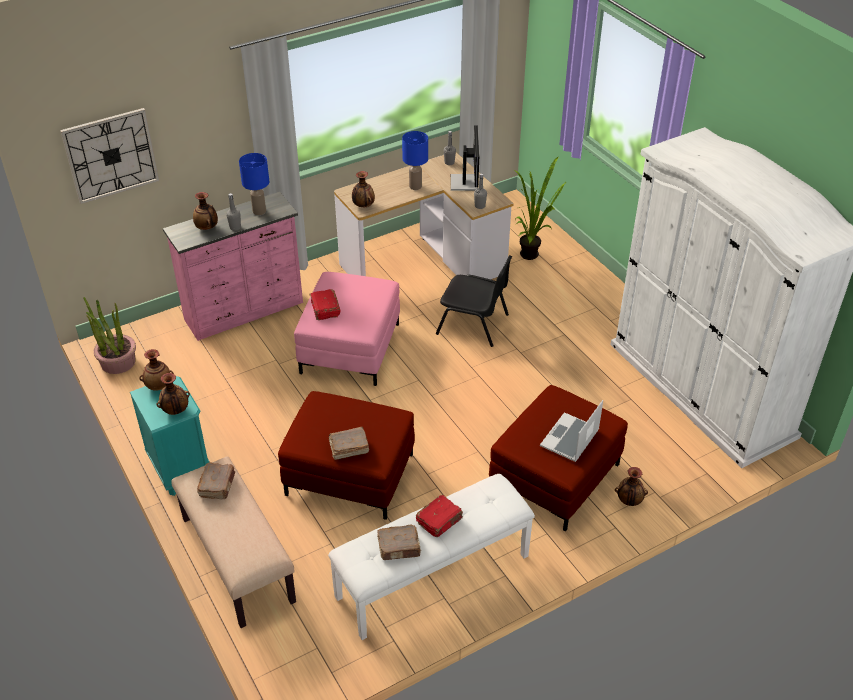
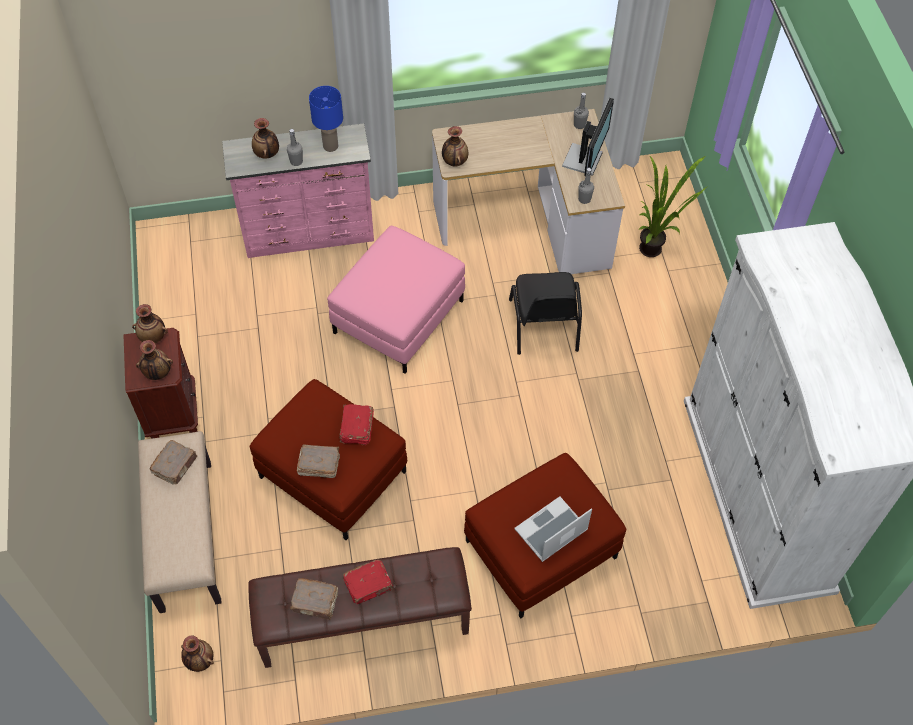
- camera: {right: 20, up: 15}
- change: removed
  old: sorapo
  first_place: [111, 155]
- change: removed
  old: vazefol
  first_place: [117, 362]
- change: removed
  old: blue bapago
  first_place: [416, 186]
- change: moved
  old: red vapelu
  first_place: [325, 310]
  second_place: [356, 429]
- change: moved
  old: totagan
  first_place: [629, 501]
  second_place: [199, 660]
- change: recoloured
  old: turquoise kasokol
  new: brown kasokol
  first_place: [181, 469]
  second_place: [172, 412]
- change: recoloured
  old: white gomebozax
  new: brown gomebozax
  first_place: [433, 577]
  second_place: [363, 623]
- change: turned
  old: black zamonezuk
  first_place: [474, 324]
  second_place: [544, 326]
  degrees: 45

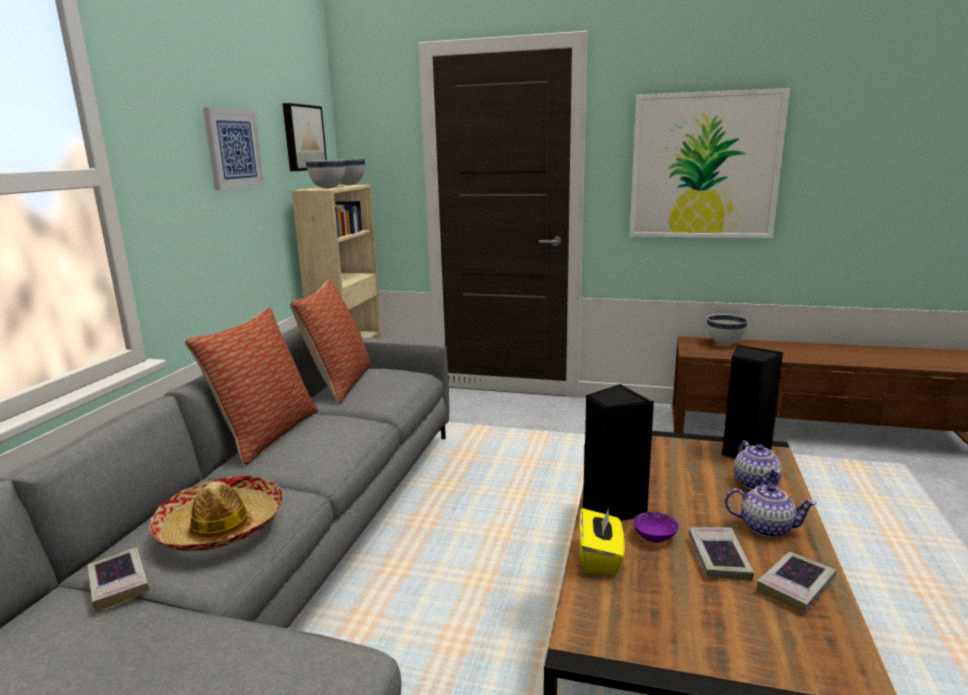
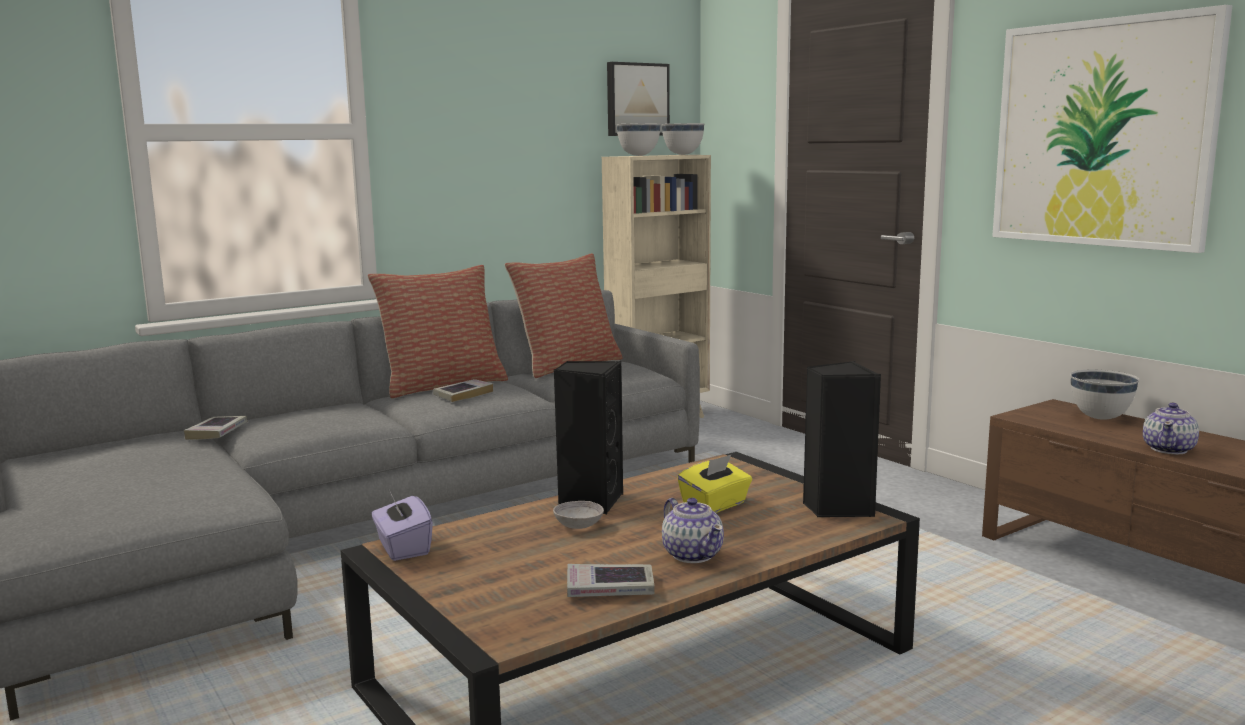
- camera: {right: 40, up: -5}
- change: removed
  old: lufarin
  first_place: [221, 526]
- change: removed
  old: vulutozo
  first_place: [233, 149]
- change: added
  new: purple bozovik
  second_place: [402, 548]
- change: moved
  old: yellow bozovik
  first_place: [600, 557]
  second_place: [715, 505]
- change: moved
  old: vapelu
  first_place: [718, 558]
  second_place: [463, 394]
- change: moved
  old: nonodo
  first_place: [755, 483]
  second_place: [1169, 449]
- change: recoloured
  old: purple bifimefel
  new: grey bifimefel
  first_place: [654, 537]
  second_place: [578, 526]

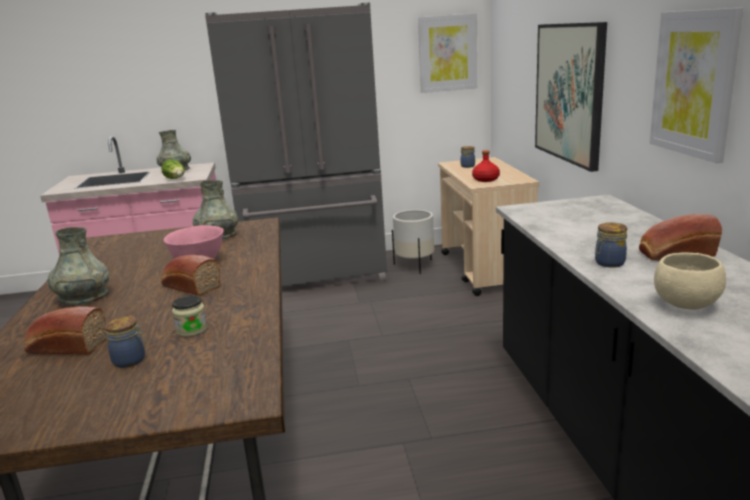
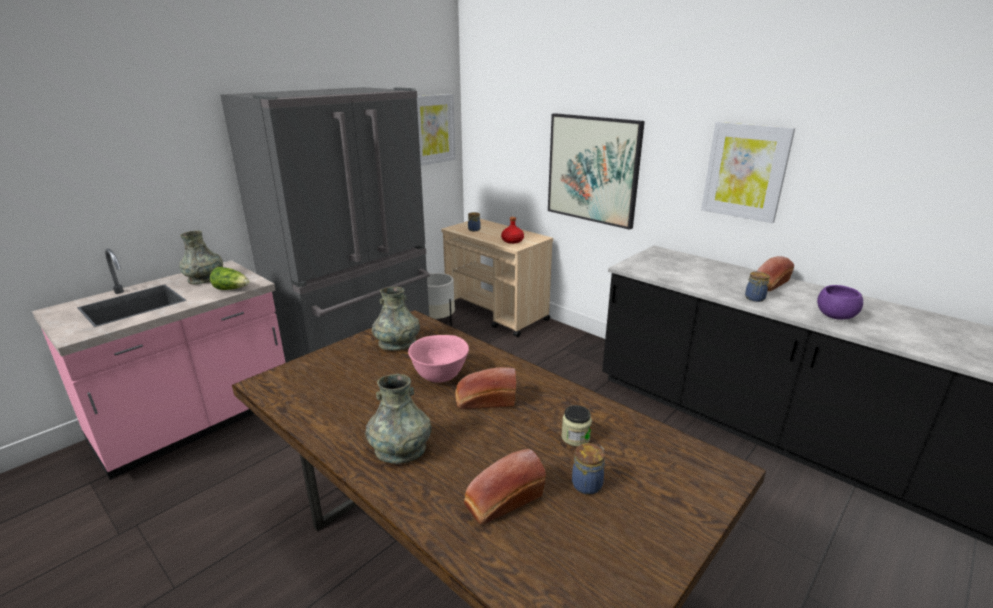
- camera: {right: -40, up: 5}
- change: recoloured
  old: beige bifimefel
  new: purple bifimefel
  first_place: [685, 305]
  second_place: [834, 317]

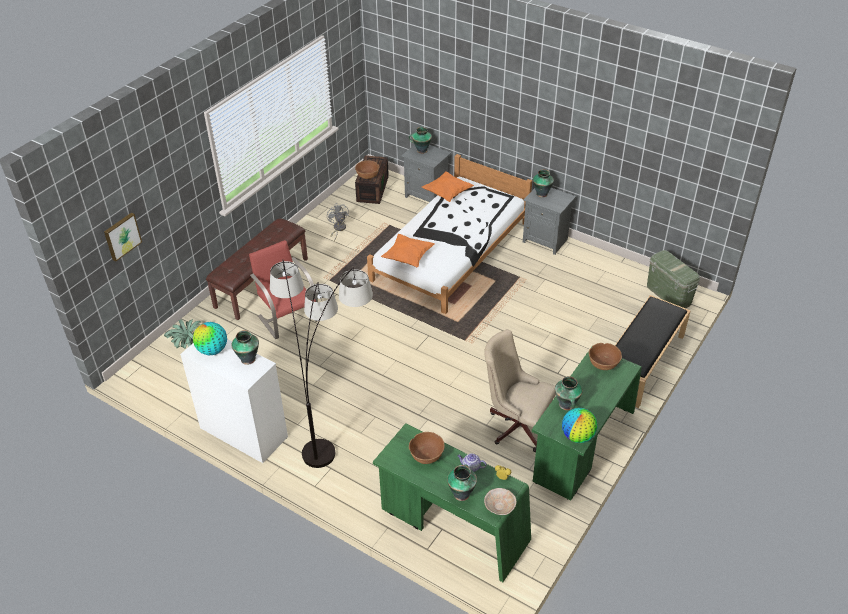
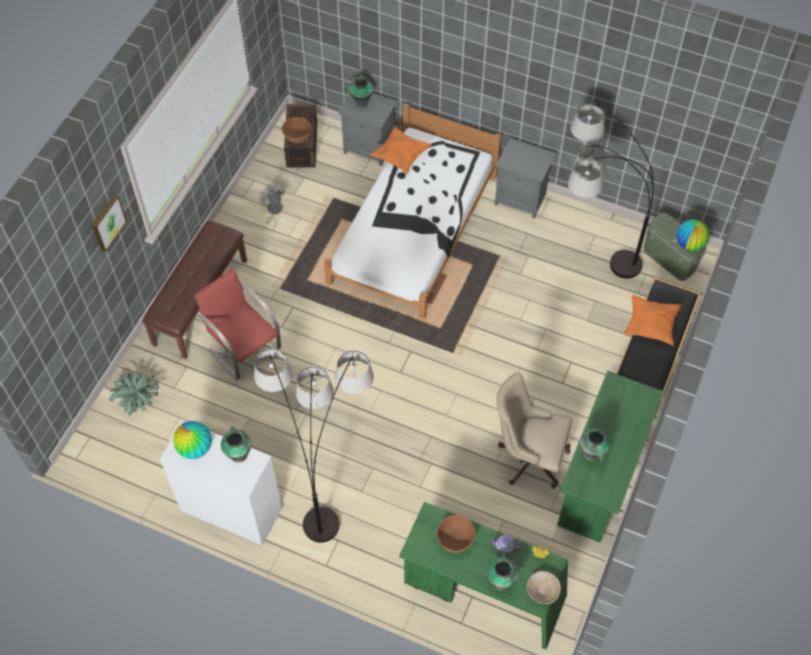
- camera: {right: -10, up: 15}
- change: removed
  old: totagan
  first_place: [542, 193]
- change: removed
  old: brown bifimefel
  first_place: [603, 364]
- change: added
  new: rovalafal
  second_place: [585, 262]
- change: moved
  old: vulutozo
  first_place: [122, 236]
  second_place: [107, 222]
- change: moved
  old: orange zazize
  first_place: [408, 257]
  second_place: [650, 325]
- change: moved
  old: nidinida
  first_place: [578, 436]
  second_place: [689, 244]

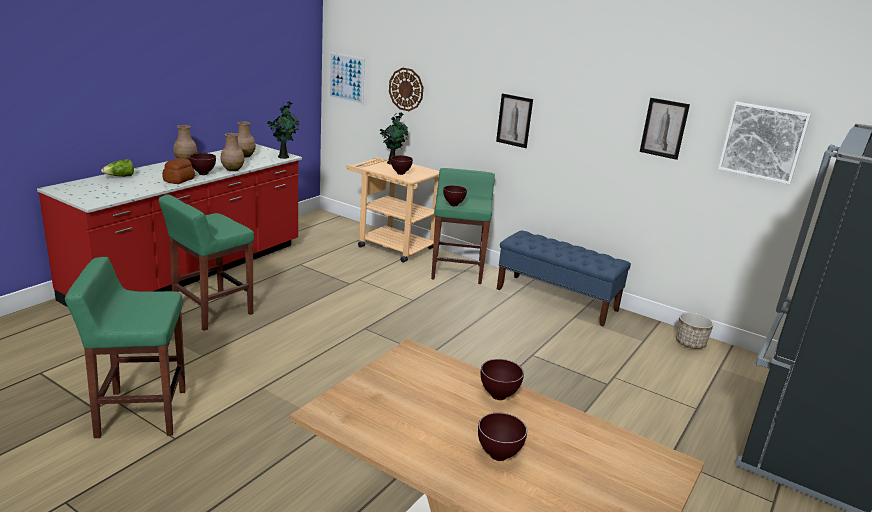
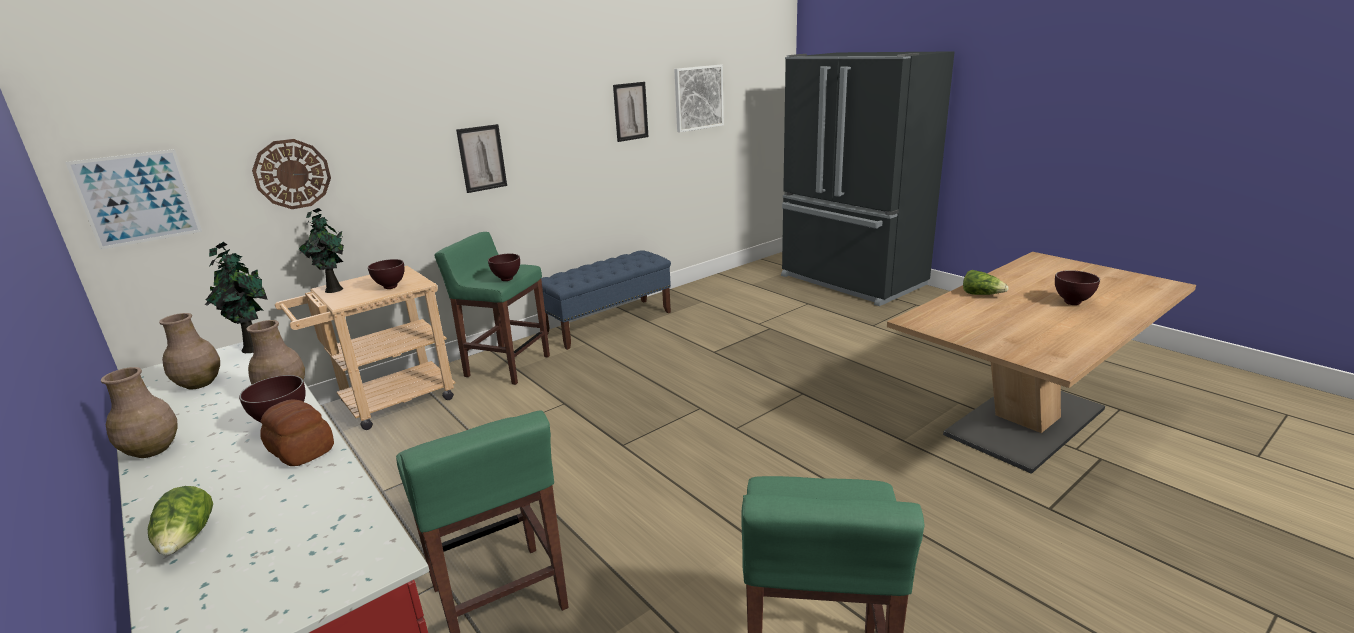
- camera: {right: -70, up: 0}
- change: removed
  old: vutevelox
  first_place: [690, 343]
- change: replaced
  old: brown bifimefel
  new: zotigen
  first_place: [499, 396]
  second_place: [981, 295]

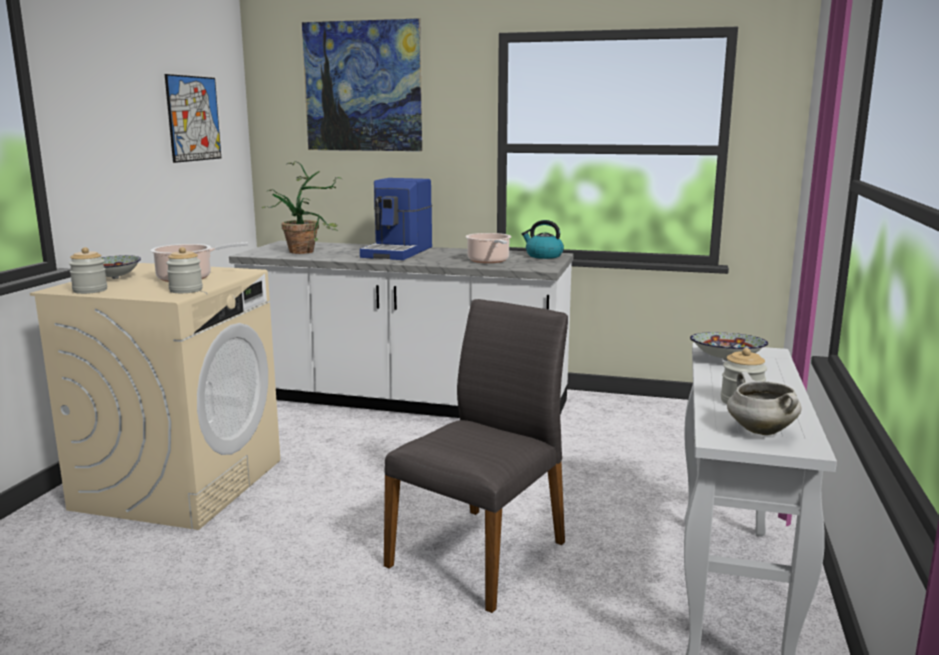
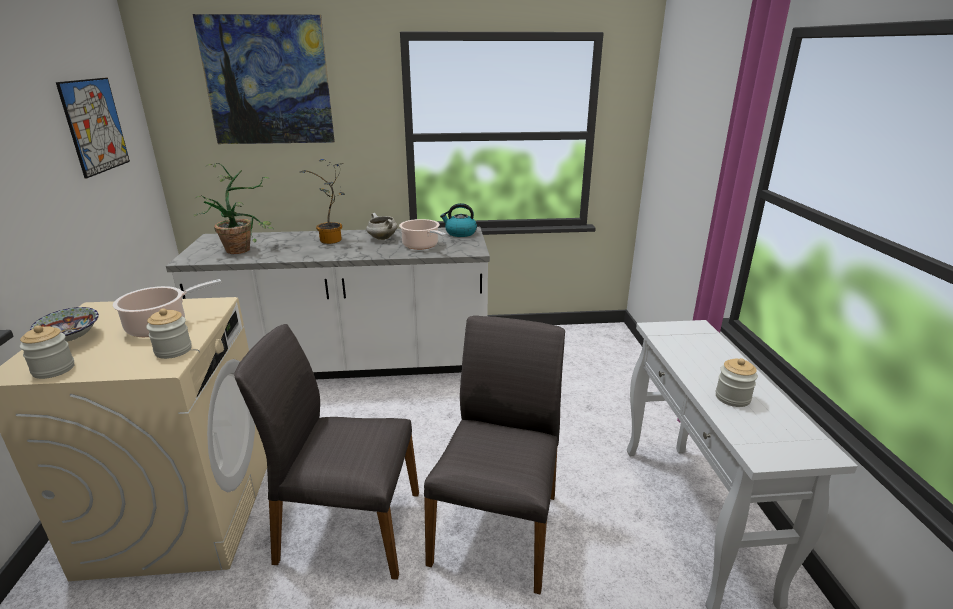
- camera: {right: -20, up: 10}
- change: removed
  old: bifimefel
  first_place: [726, 360]
- change: added
  new: grey zamonezuk
  second_place: [347, 527]
- change: moved
  old: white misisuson
  first_place: [759, 431]
  second_place: [382, 238]
- change: replaced
  old: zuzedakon
  new: vazefol
  first_place: [399, 252]
  second_place: [332, 241]

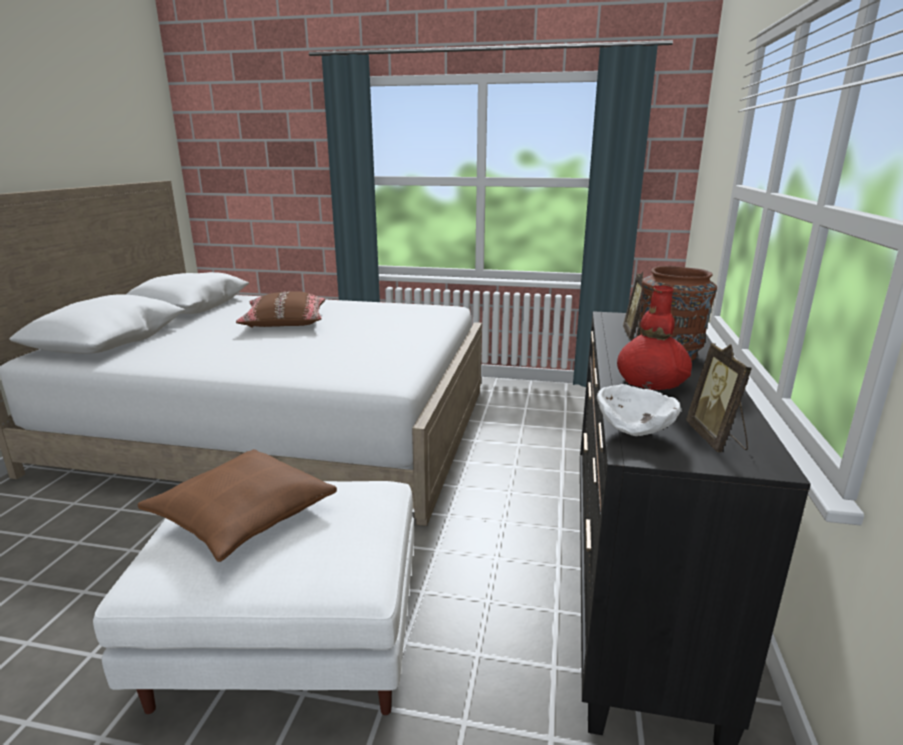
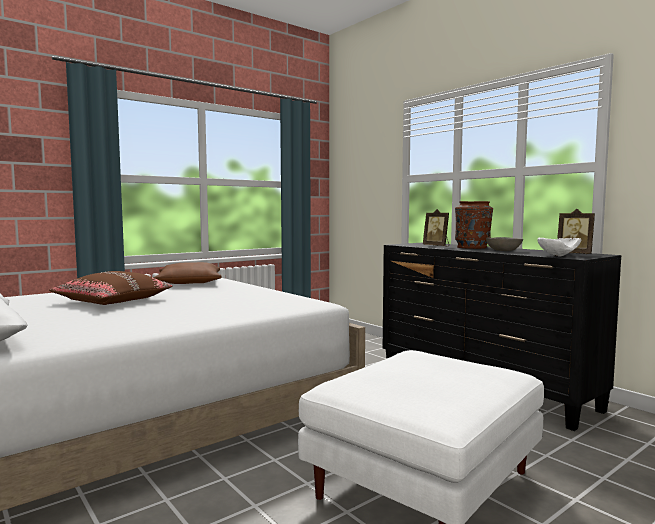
- camera: {right: -50, up: -15}
- change: moved
  old: brown zazize
  first_place: [241, 515]
  second_place: [189, 283]
- change: replaced
  old: red totagan
  new: grey bifimefel
  first_place: [650, 382]
  second_place: [503, 251]

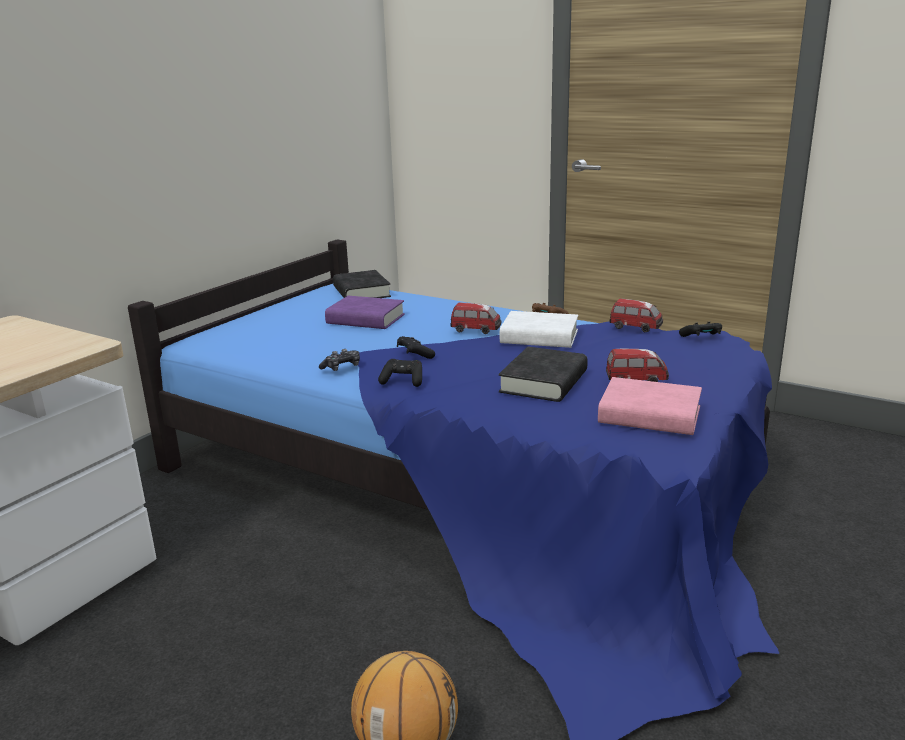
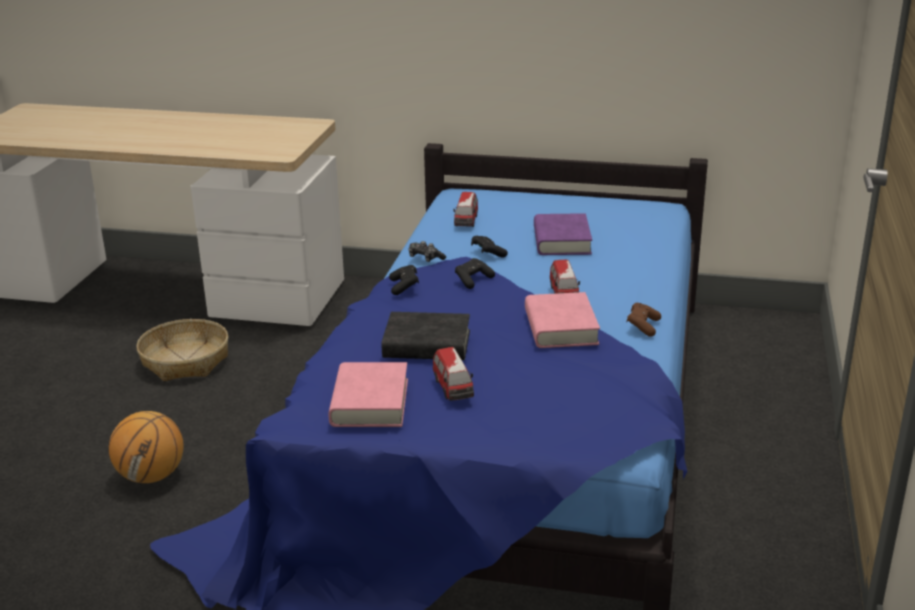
- camera: {right: 70, up: 5}
- change: removed
  old: black vapelu
  first_place: [361, 292]
- change: added
  new: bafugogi
  second_place: [185, 361]
- change: moved
  old: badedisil
  first_place: [636, 327]
  second_place: [466, 222]
- change: moved
  old: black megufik
  first_place: [701, 338]
  second_place: [488, 253]
- change: recoloured
  old: white vapelu
  new: pink vapelu
  first_place: [539, 337]
  second_place: [560, 327]

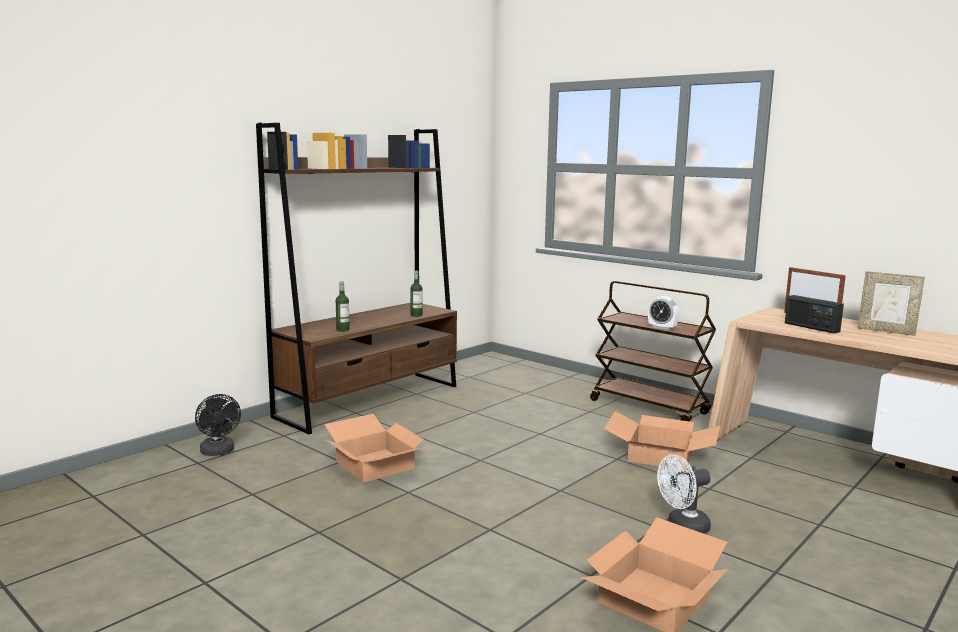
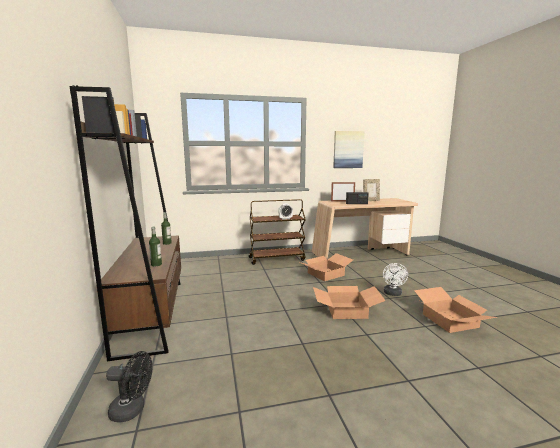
- camera: {right: -55, up: 0}
- change: added
  new: vulutozo
  second_place: [348, 149]
- change: moved
  old: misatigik
  first_place: [376, 465]
  second_place: [347, 310]

